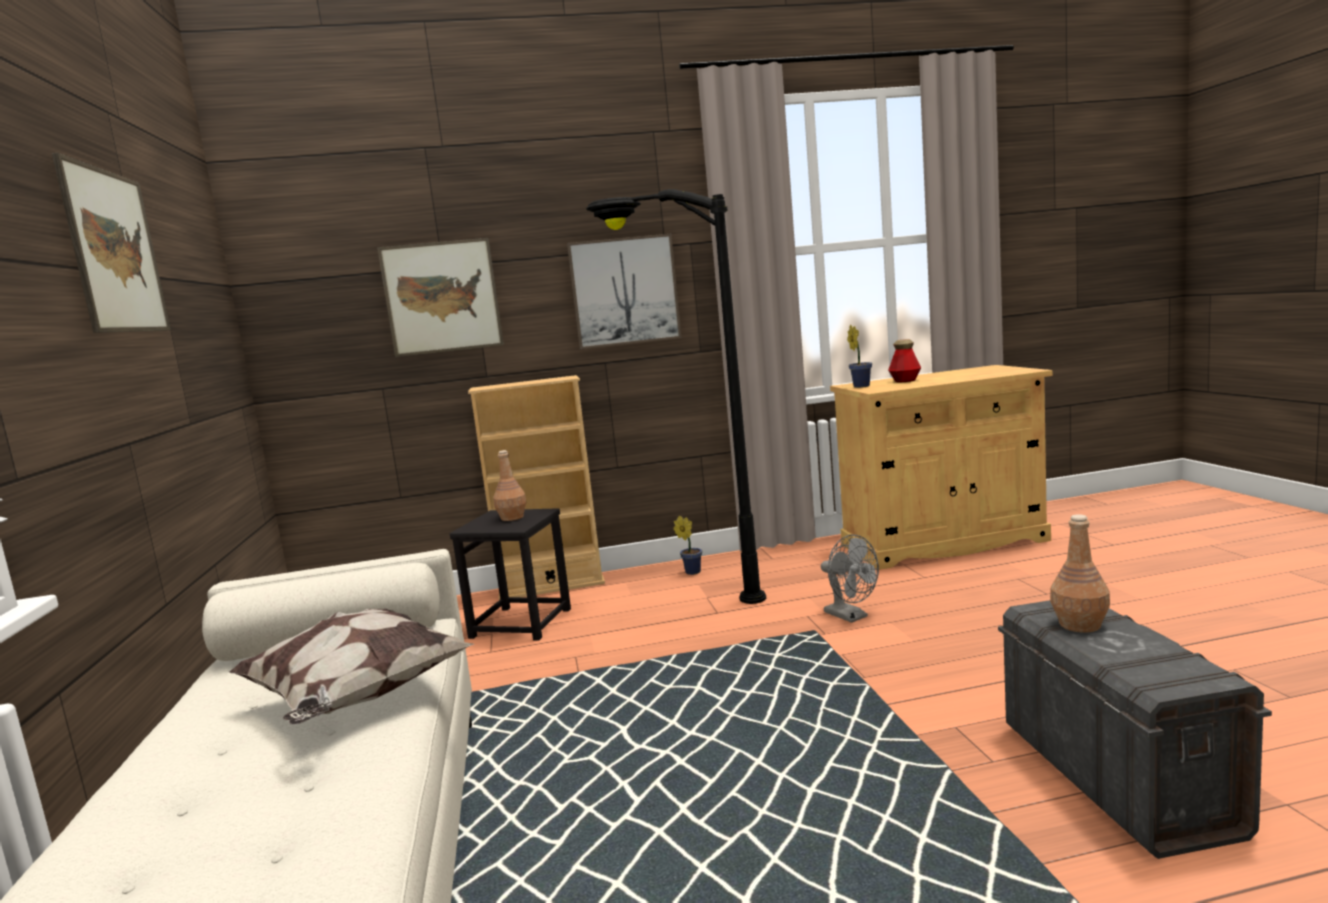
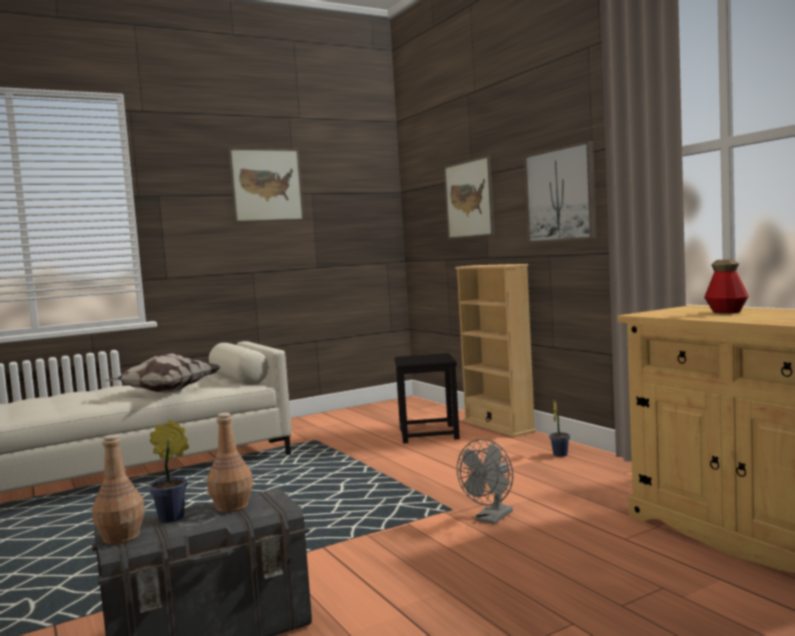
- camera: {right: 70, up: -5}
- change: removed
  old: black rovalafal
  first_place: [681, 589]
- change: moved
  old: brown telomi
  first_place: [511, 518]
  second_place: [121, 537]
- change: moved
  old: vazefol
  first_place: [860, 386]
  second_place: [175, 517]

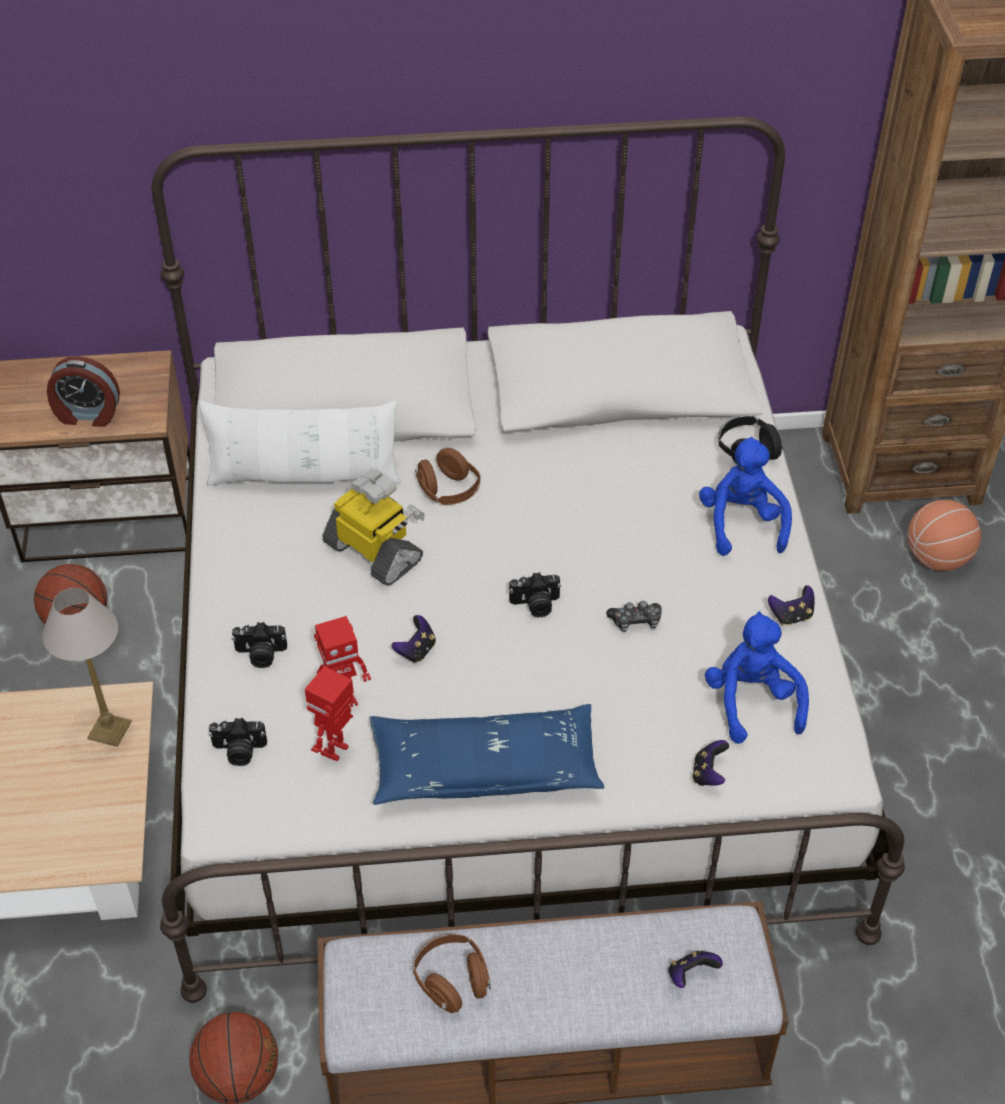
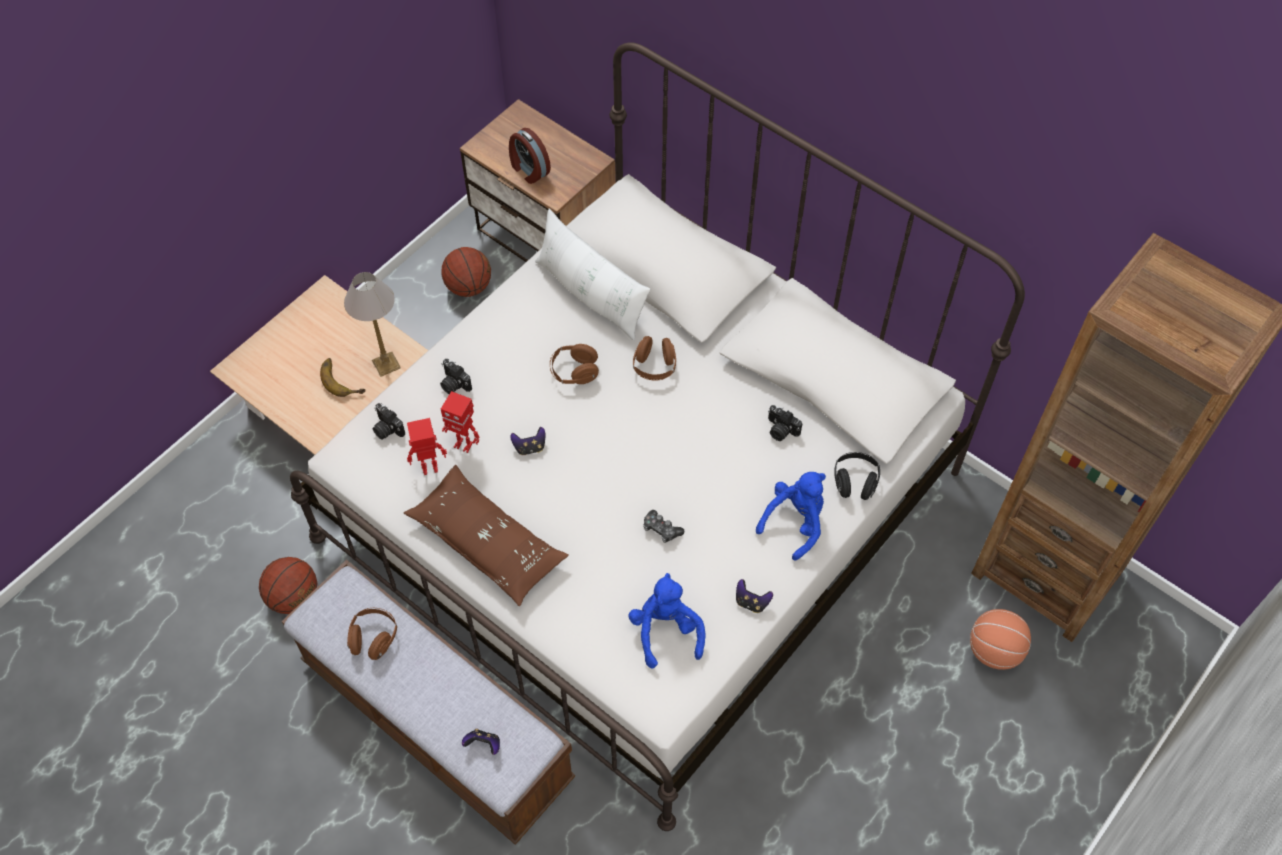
- camera: {right: 45, up: 10}
- change: removed
  old: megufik
  first_place: [708, 774]
- change: added
  new: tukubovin
  second_place: [343, 378]
- change: moved
  old: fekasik
  first_place: [535, 605]
  second_place: [780, 430]
- change: replaced
  old: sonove
  new: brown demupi
  first_place: [375, 552]
  second_place: [574, 372]
- change: recoloured
  old: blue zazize
  new: brown zazize
  first_place: [485, 768]
  second_place: [487, 542]
- change: turned
  old: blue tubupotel
  first_place: [752, 701]
  second_place: [666, 631]
  degrees: -45

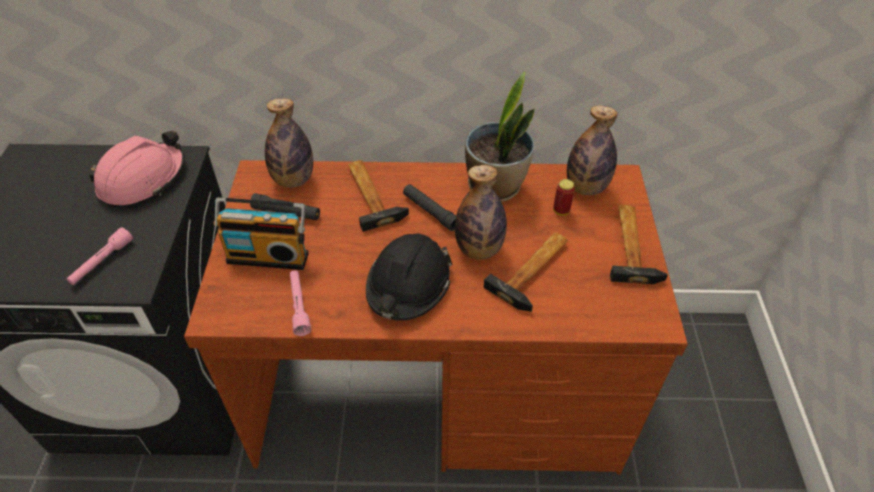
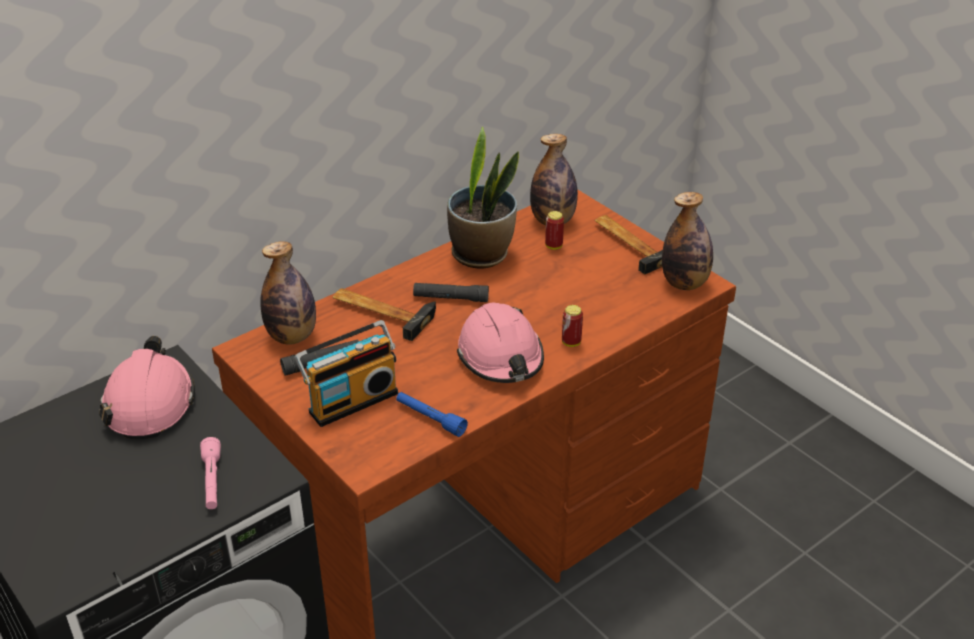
- camera: {right: -40, up: -10}
- change: removed
  old: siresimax
  first_place: [535, 270]
- change: added
  new: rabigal
  second_place: [571, 342]
- change: moved
  old: telomi
  first_place: [479, 249]
  second_place: [684, 283]
- change: recoloured
  old: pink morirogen
  new: blue morirogen
  first_place: [299, 306]
  second_place: [430, 419]
- change: recoloured
  old: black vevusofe
  new: pink vevusofe
  first_place: [408, 285]
  second_place: [501, 357]

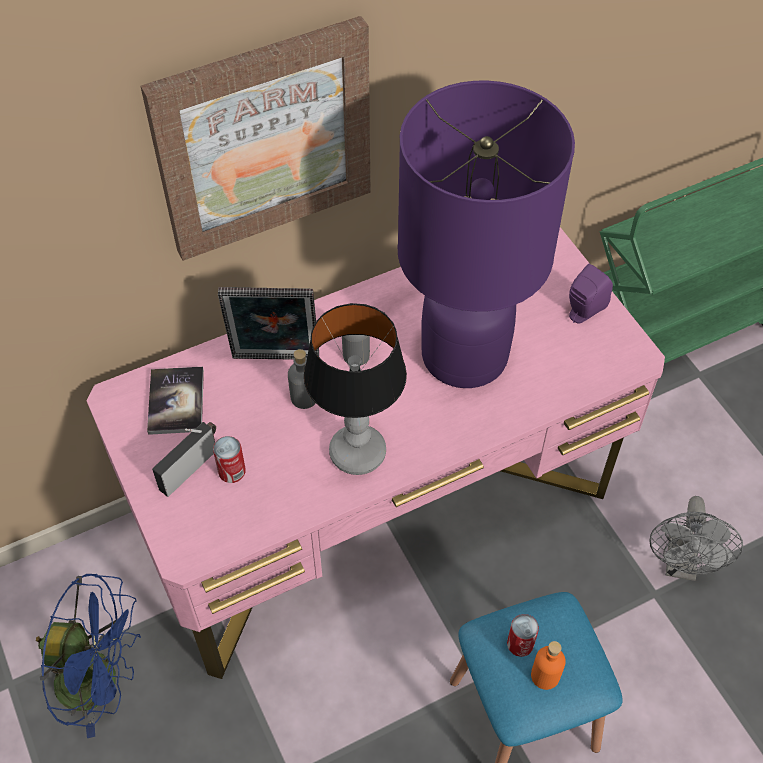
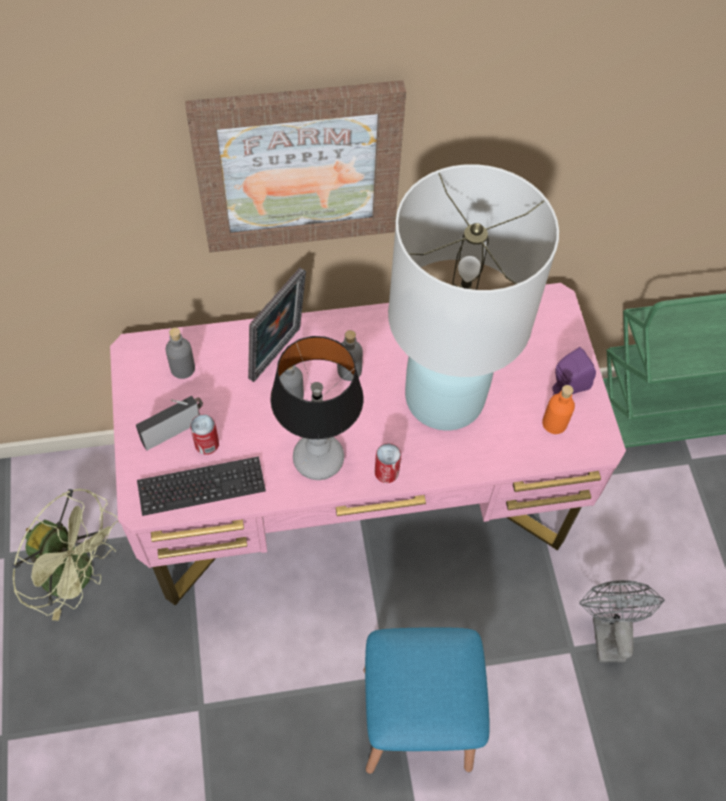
- camera: {right: 15, up: 5}
- change: added
  new: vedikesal
  second_place: [201, 487]
- change: moved
  old: rabigal
  first_place: [520, 644]
  second_place: [386, 472]
- change: moved
  old: orange telomi
  first_place: [545, 676]
  second_place: [554, 423]
- change: replaced
  old: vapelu
  new: grey telomi
  first_place: [176, 401]
  second_place: [183, 368]
- change: recoloured
  old: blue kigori
  new: green kigori
  first_place: [101, 681]
  second_place: [78, 575]
- change: recoloured
  old: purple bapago
  new: white bapago
  first_place: [465, 354]
  second_place: [445, 397]
- change: turned
  old: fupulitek
  first_place: [275, 360]
  second_place: [278, 355]
  degrees: -75
- change: turned
  old: grey kigori
  first_place: [681, 565]
  second_place: [606, 631]
  degrees: 150

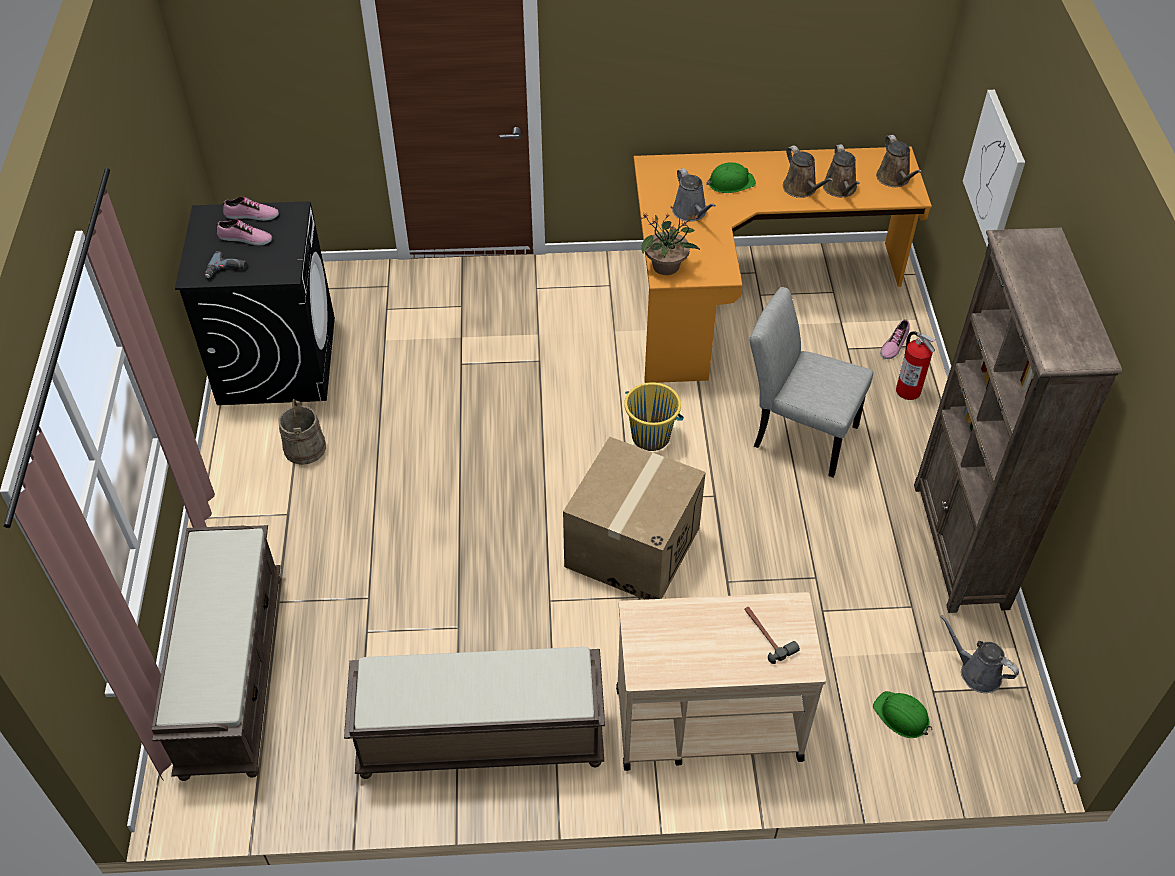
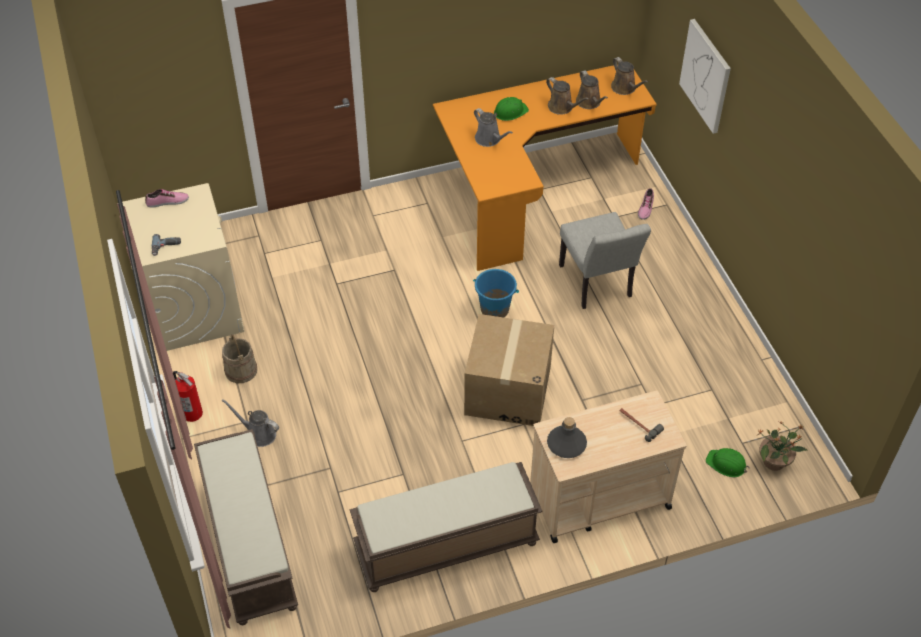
- camera: {right: -15, up: 0}
- change: removed
  old: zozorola
  first_place: [245, 239]
- change: removed
  old: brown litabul
  first_place: [960, 546]
- change: added
  new: grey telomi
  second_place: [566, 443]
- change: moved
  old: vazefol
  first_place: [666, 266]
  second_place: [774, 462]
- change: moved
  old: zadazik
  first_place: [908, 390]
  second_place: [192, 413]
- change: moved
  old: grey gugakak
  first_place: [976, 672]
  second_place: [258, 434]
- change: recoloured
  old: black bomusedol
  new: beige bomusedol
  first_place: [277, 360]
  second_place: [194, 309]
- change: recoloured
  old: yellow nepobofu
  new: blue nepobofu
  first_place: [651, 436]
  second_place: [495, 309]
- change: turned
  old: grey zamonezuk
  first_place: [797, 433]
  second_place: [597, 285]
  degrees: -120

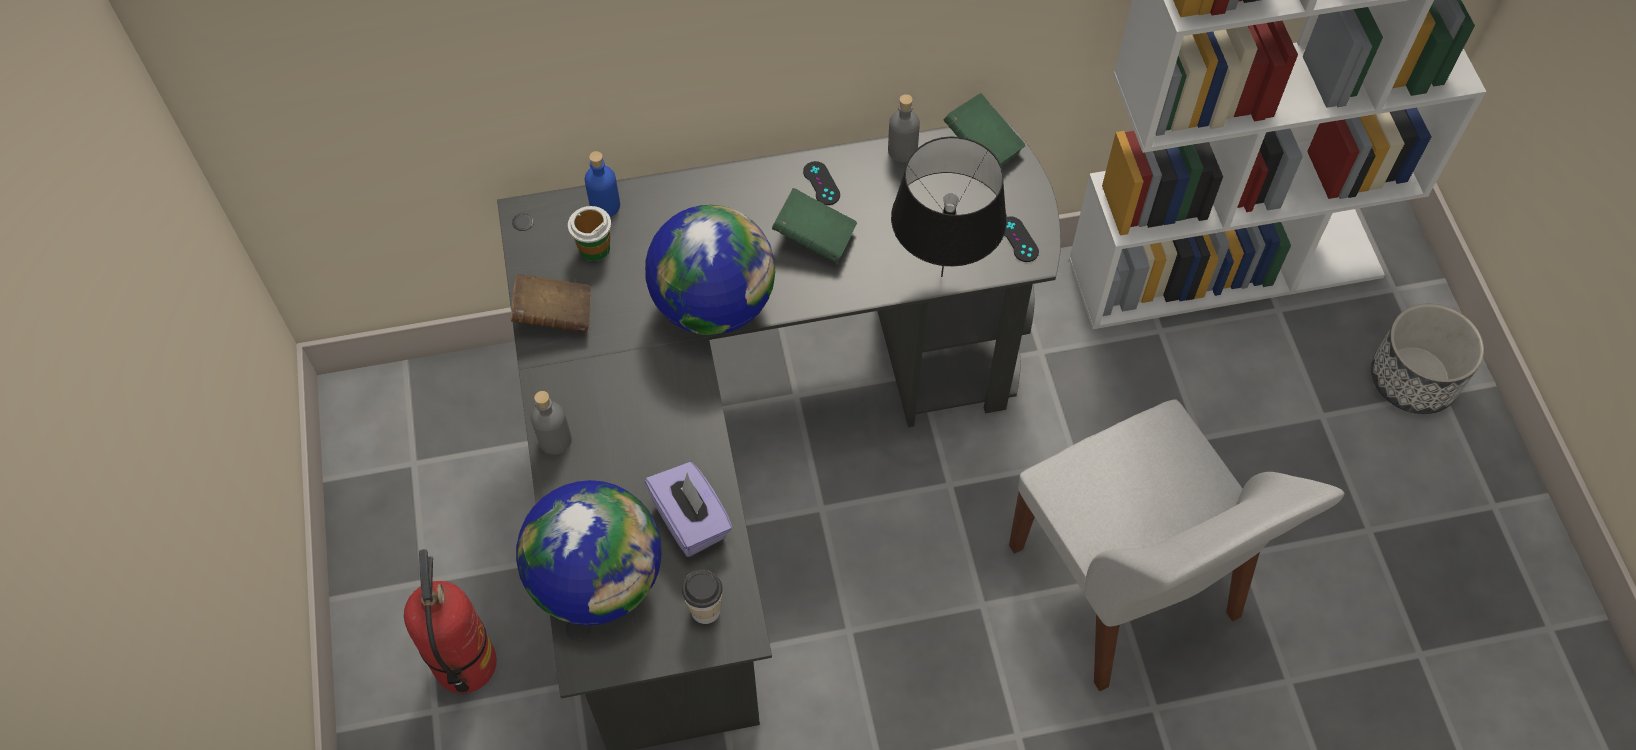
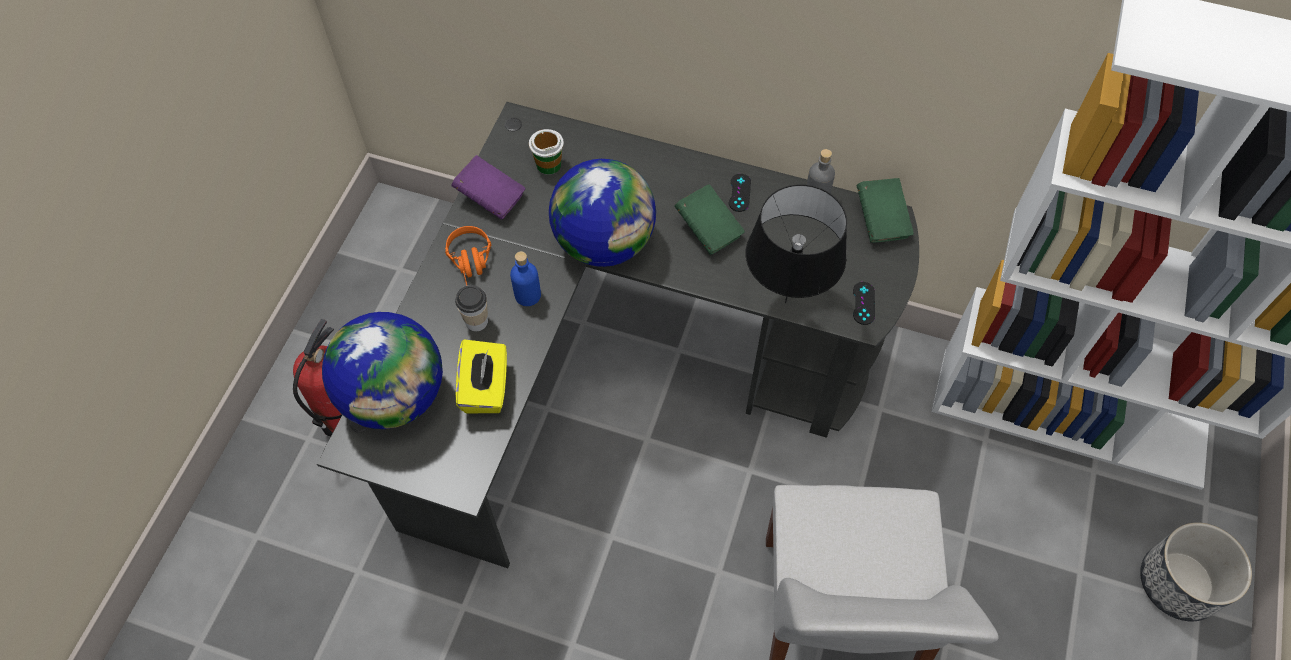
- camera: {right: 30, up: 0}
- change: removed
  old: grey telomi
  first_place: [555, 440]
- change: added
  new: orange demupi
  second_place: [472, 263]
- change: moved
  old: blue telomi
  first_place: [605, 206]
  second_place: [527, 295]
- change: moved
  old: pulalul
  first_place: [705, 610]
  second_place: [476, 321]
- change: recoloured
  old: brown vapelu
  new: purple vapelu
  first_place: [554, 315]
  second_place: [490, 198]
- change: recoloured
  old: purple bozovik
  new: yellow bozovik
  first_place: [691, 520]
  second_place: [485, 388]

